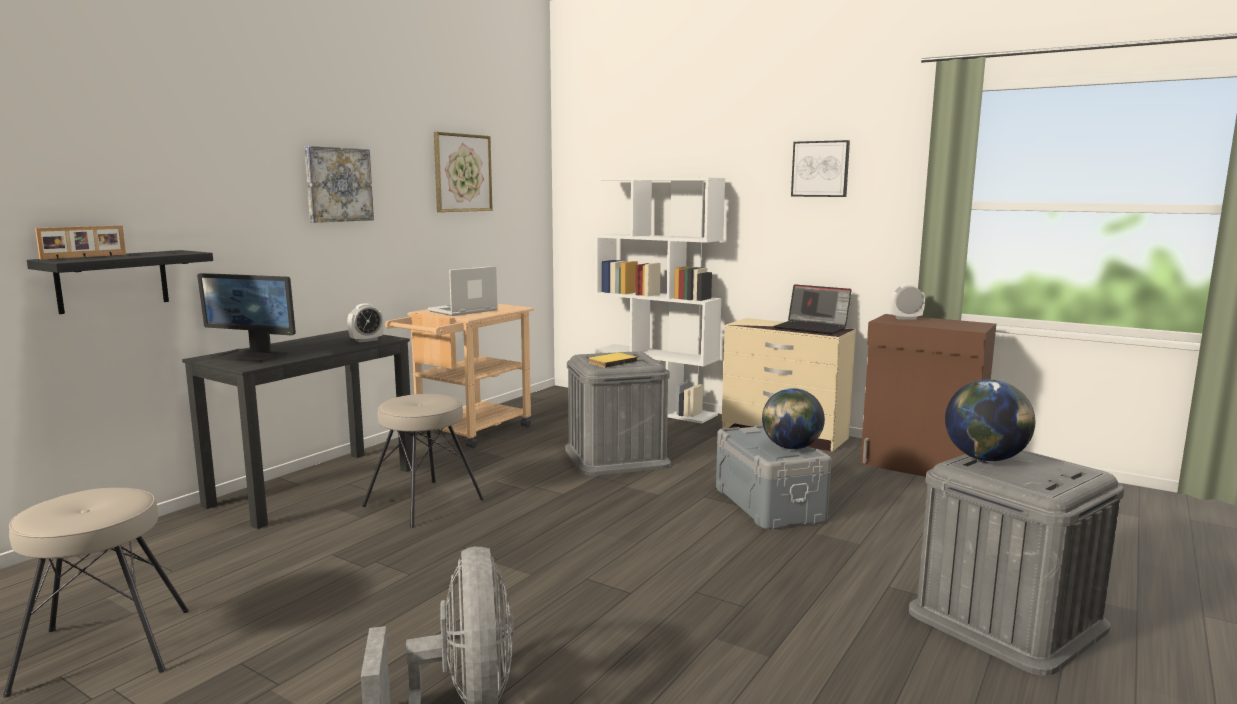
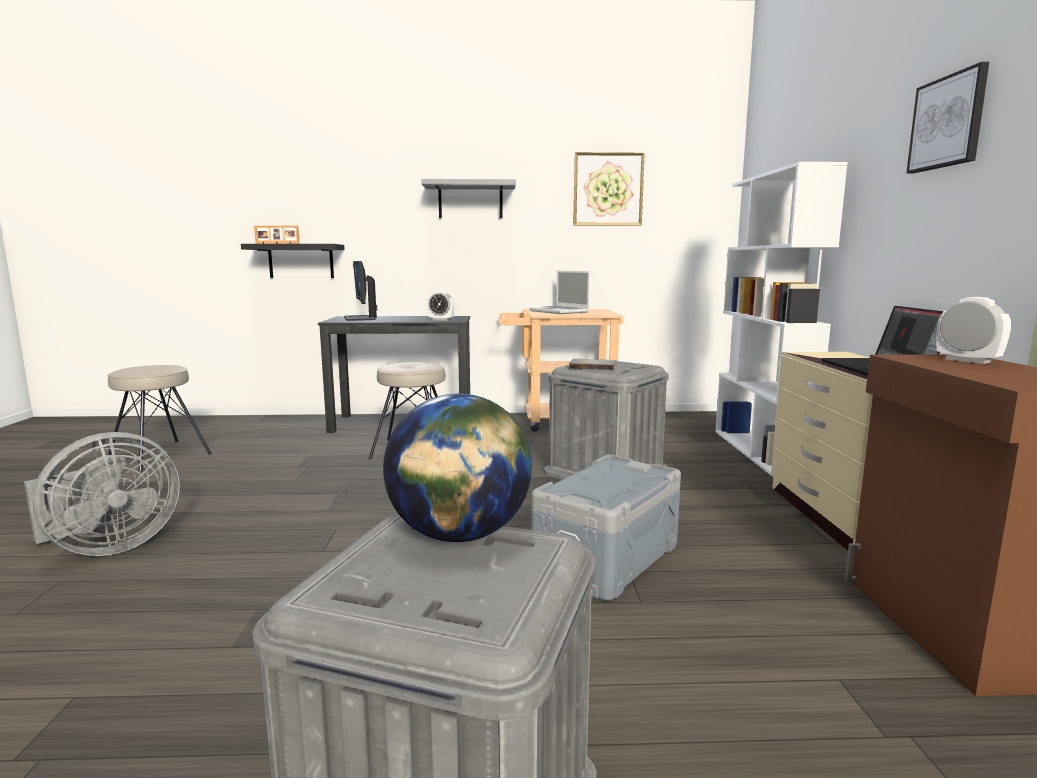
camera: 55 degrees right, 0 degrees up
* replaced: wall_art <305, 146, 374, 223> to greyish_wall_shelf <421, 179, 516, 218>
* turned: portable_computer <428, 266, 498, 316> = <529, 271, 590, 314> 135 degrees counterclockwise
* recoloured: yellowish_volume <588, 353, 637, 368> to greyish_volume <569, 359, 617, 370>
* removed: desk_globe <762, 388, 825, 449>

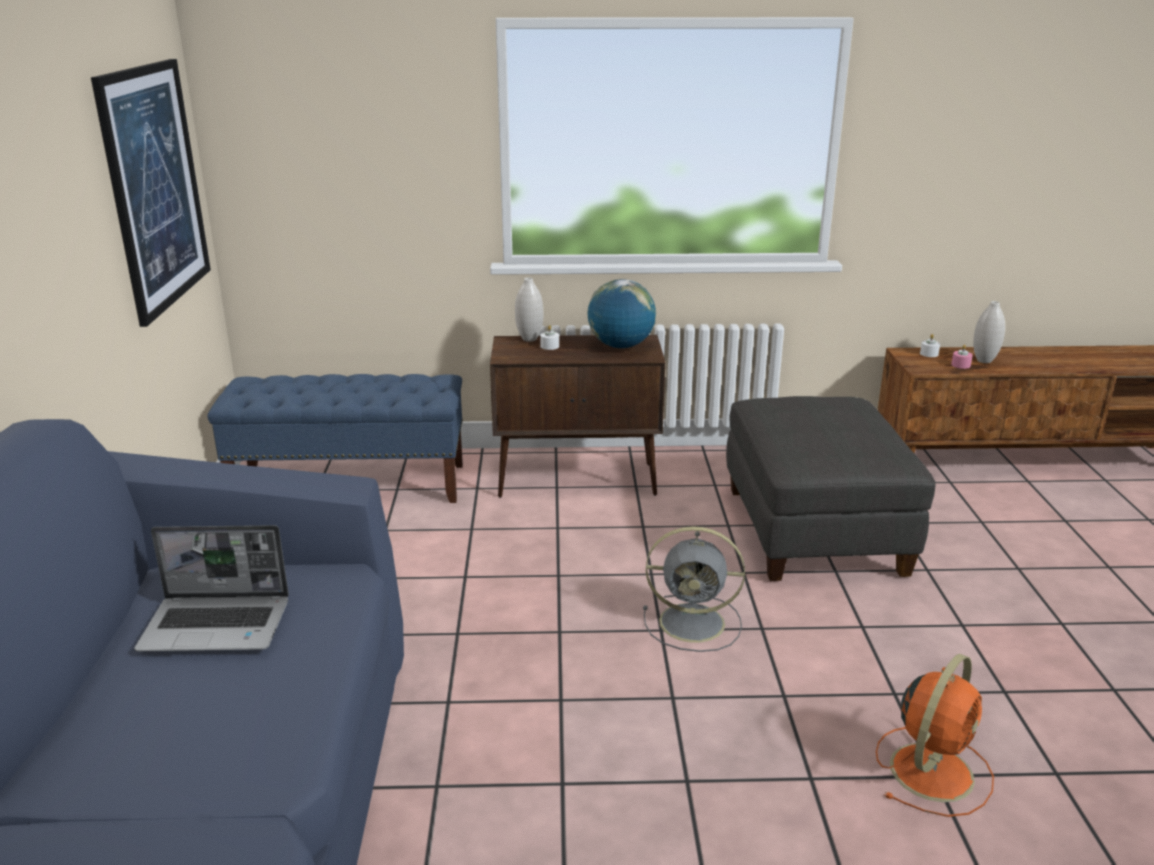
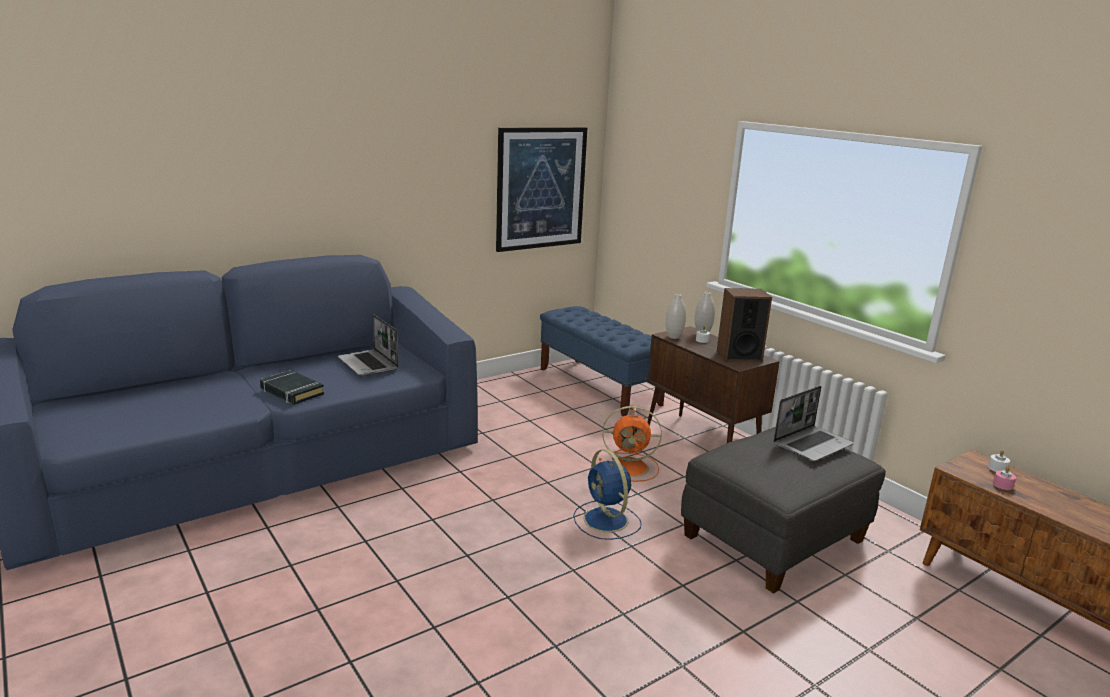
camera: 55 degrees right, 5 degrees down
* replaced: desk_globe <587, 279, 656, 348> to audio_speaker <717, 288, 772, 362>
* recoloured: greyish_fan <643, 526, 745, 652> to blue_fan <573, 449, 642, 540>
* moved: orange_fan <876, 654, 994, 817> to <599, 406, 662, 482>
* moved: white-coloured_decorative_vase <973, 301, 1005, 363> to <665, 294, 686, 339>
* added: blackish_volume <260, 370, 324, 405>
* added: portable_computer <773, 386, 854, 461>

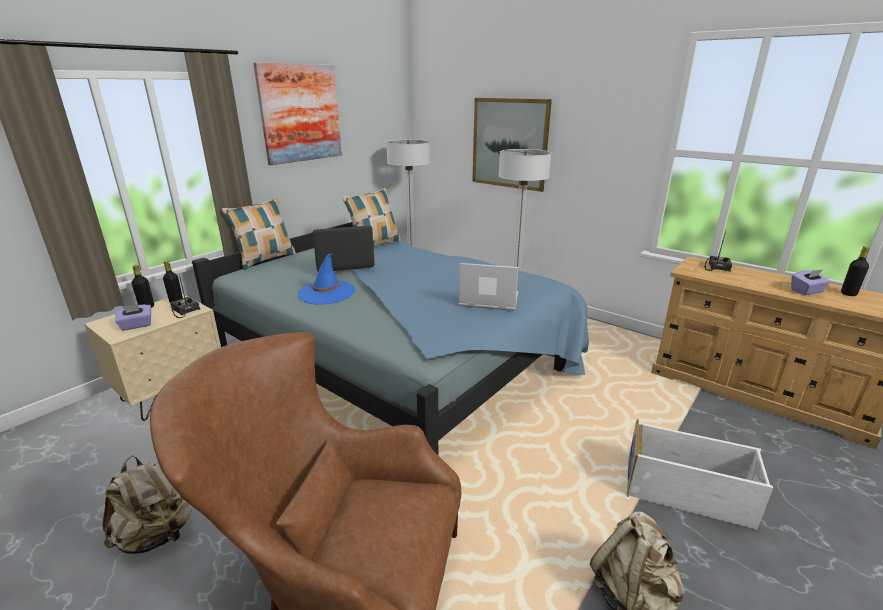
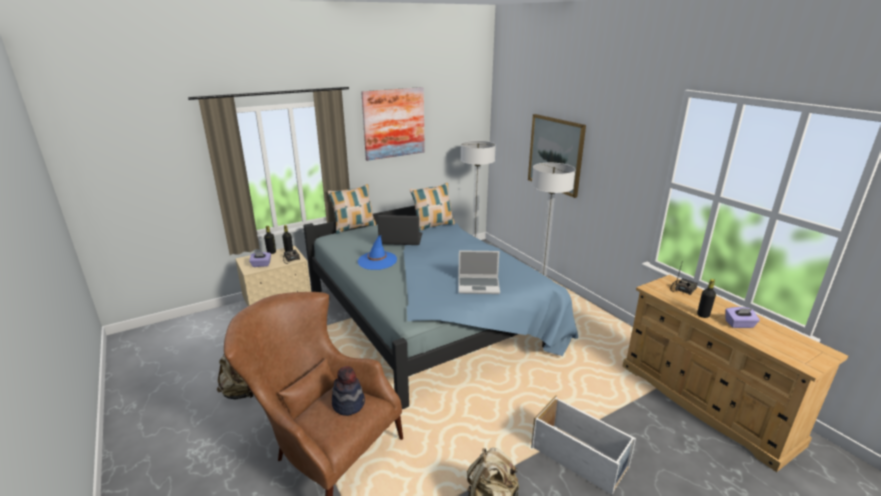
camera: 20 degrees right, 0 degrees up
* turned: portable_computer <459, 263, 518, 311> = <458, 250, 500, 294> 150 degrees clockwise
* moved: blackish_drink_bottle <841, 246, 870, 296> to <697, 279, 716, 318>
* added: hat <332, 366, 365, 416>

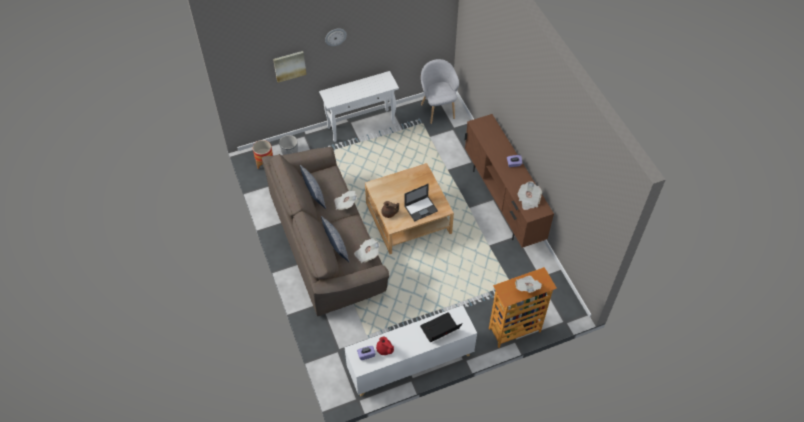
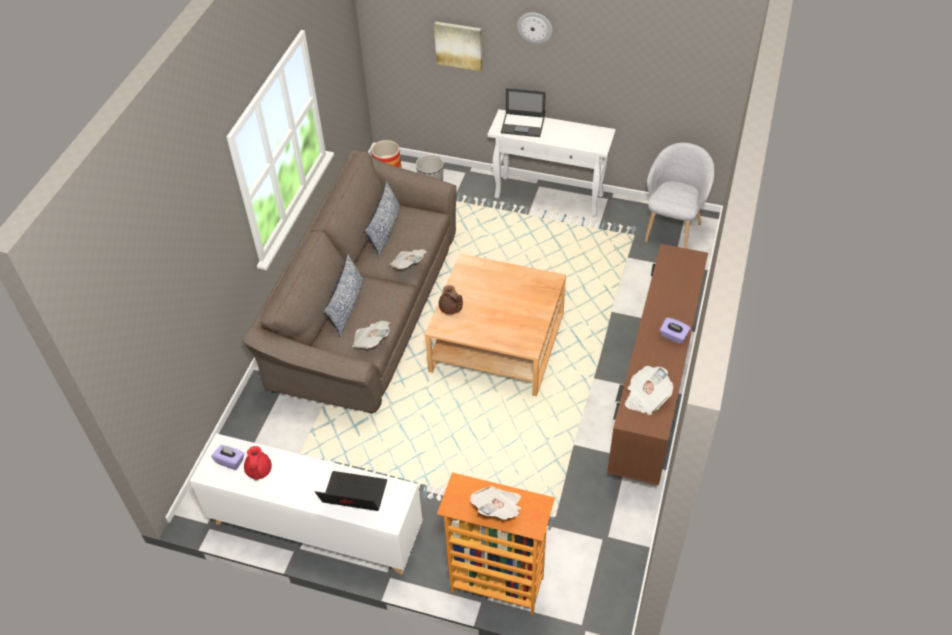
camera: 40 degrees right, 5 degrees down
* moved: portable_computer <404, 184, 438, 222> to <501, 88, 546, 137>

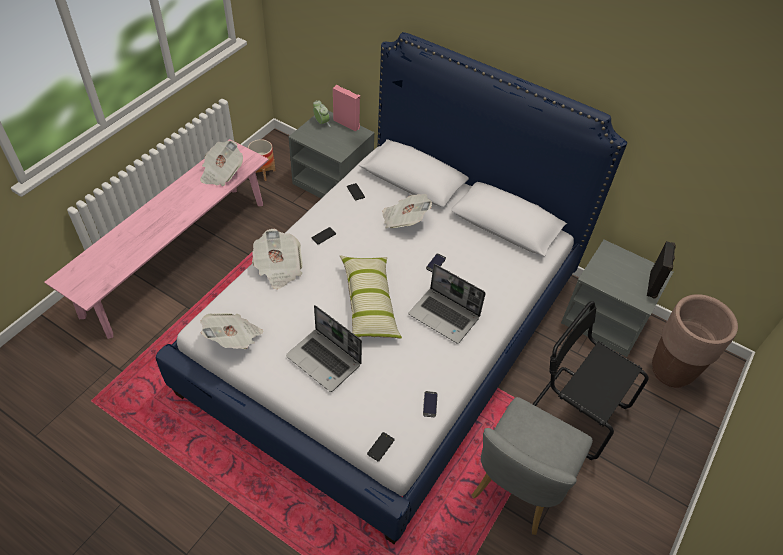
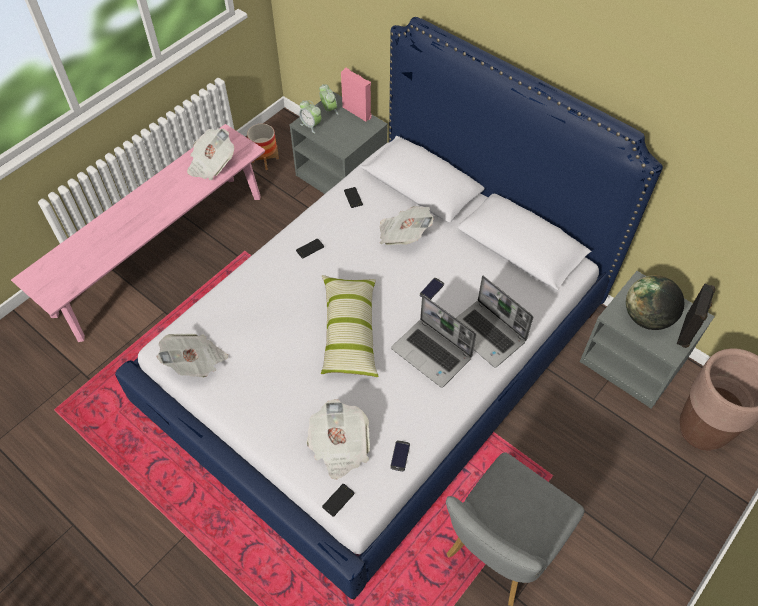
camera: 10 degrees right, 5 degrees up
* moved: newspaper <252, 229, 303, 290> to <307, 399, 370, 480>
* moved: portable_computer <286, 305, 362, 392> to <456, 276, 533, 368>
* removed: blackish_upright_chair <533, 301, 649, 460>
* added: alarm_clock <299, 100, 321, 133>
* added: desk_globe <626, 275, 684, 330>

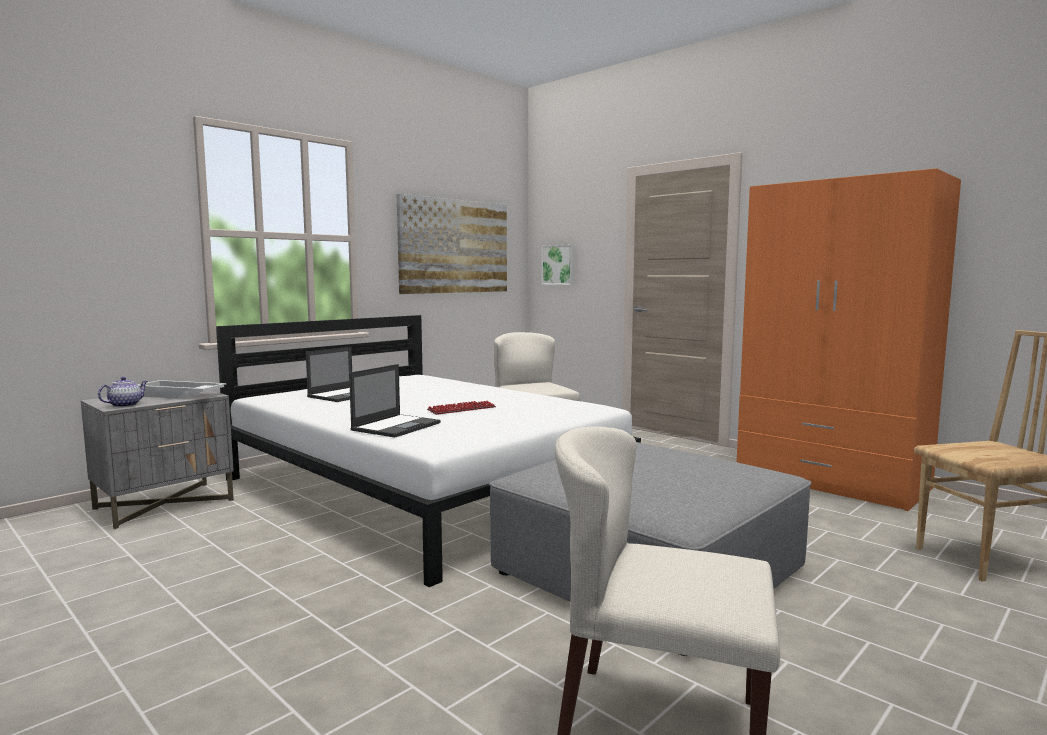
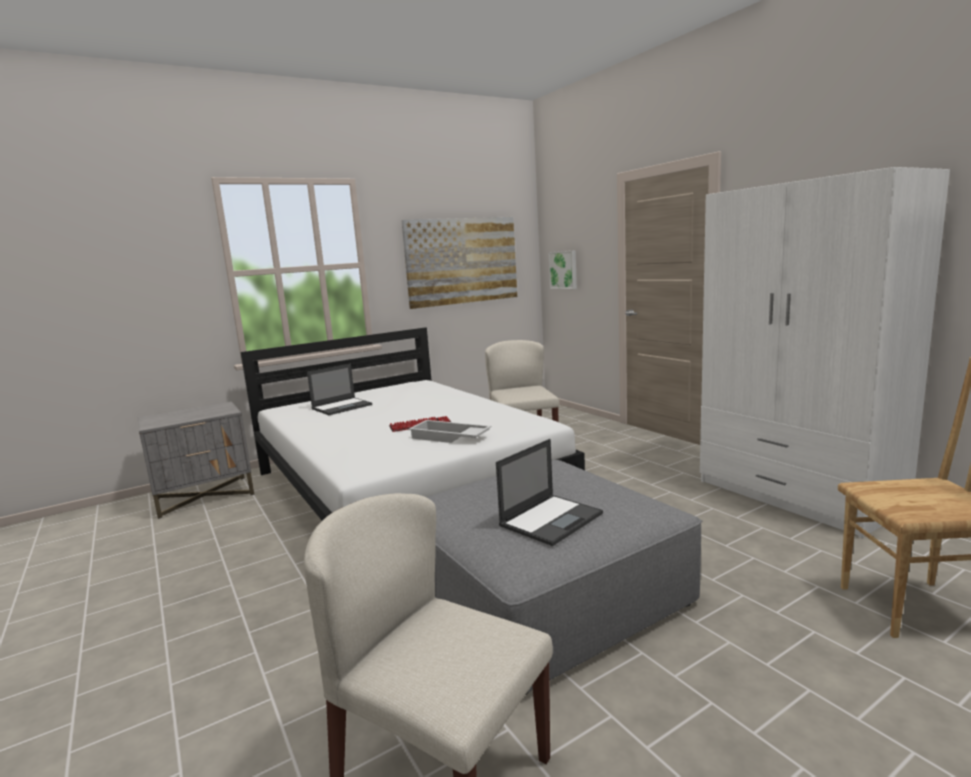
camera: 15 degrees right, 5 degrees up
* removed: tea_pot <98, 377, 148, 407>
* moved: white-coloured_serving_tray <138, 380, 227, 399> to <409, 420, 491, 443>
* moved: portable_computer <349, 364, 441, 438> to <496, 439, 603, 546>
* recoloured: orange_clothes_cupboard <737, 168, 961, 511> to white-coloured_clothes_cupboard <700, 167, 950, 538>

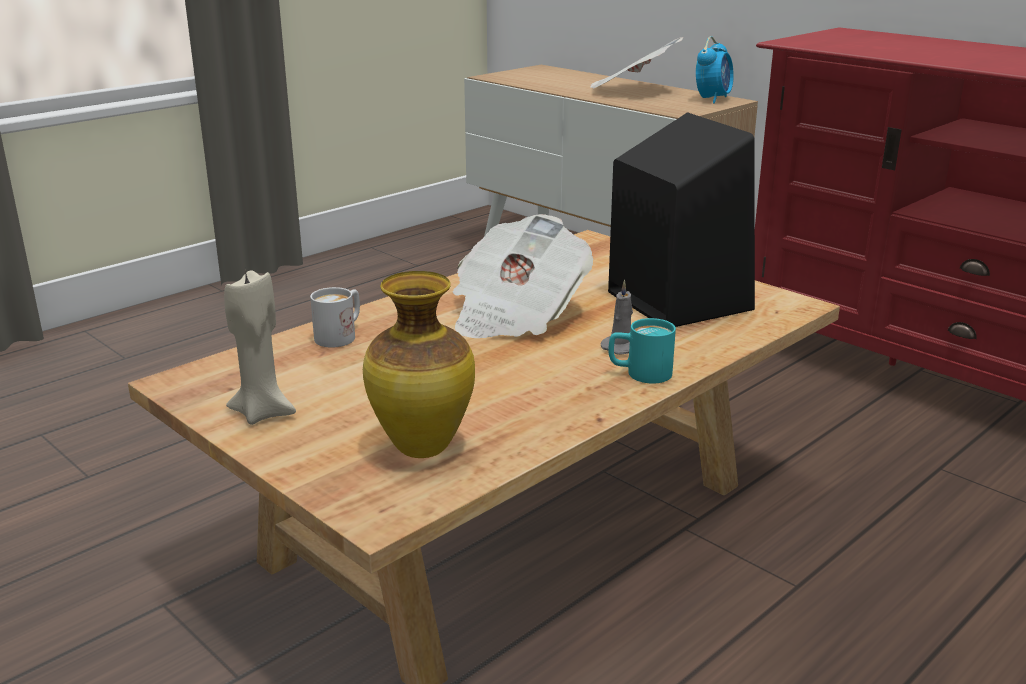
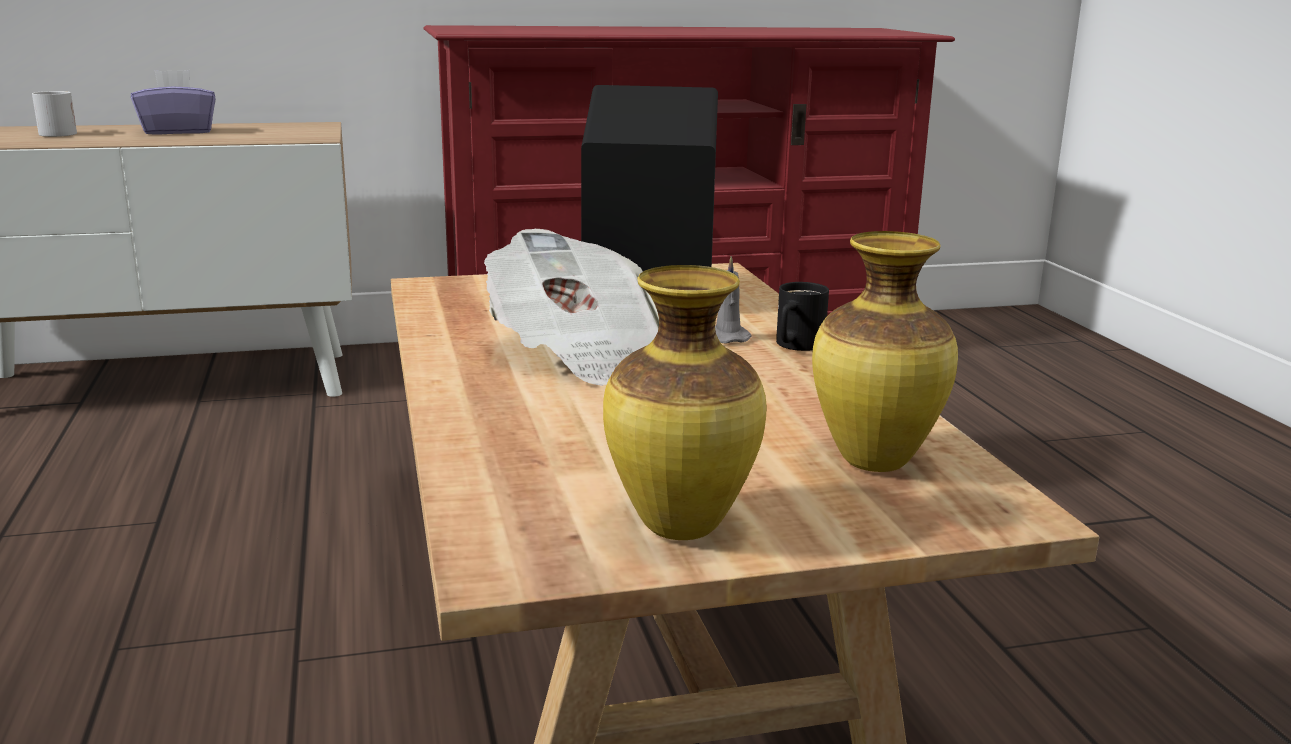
camera: 60 degrees left, 5 degrees down
* replaced: beige_wax_candle <224, 269, 296, 425> to decorative_vase <603, 265, 767, 540>
* moved: white-coloured_mug <310, 287, 360, 347> to <32, 91, 77, 137>
* replaced: newspaper <590, 37, 683, 89> to purple_box_of_tissues <131, 70, 216, 135>
* recoloured: turquoise_mug <608, 318, 676, 383> to blackish_mug <776, 282, 829, 351>
* removed: alarm_clock <696, 36, 734, 104>

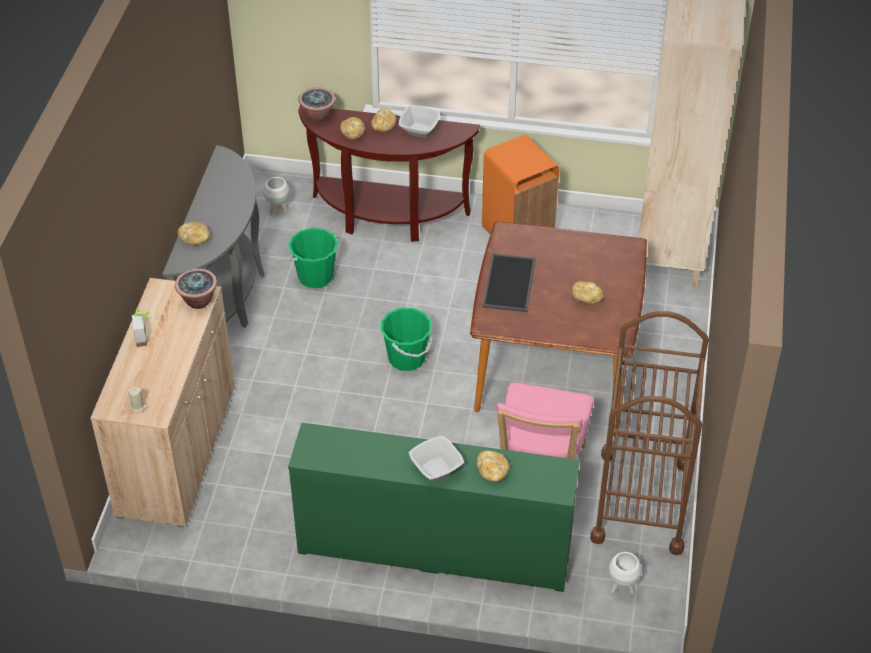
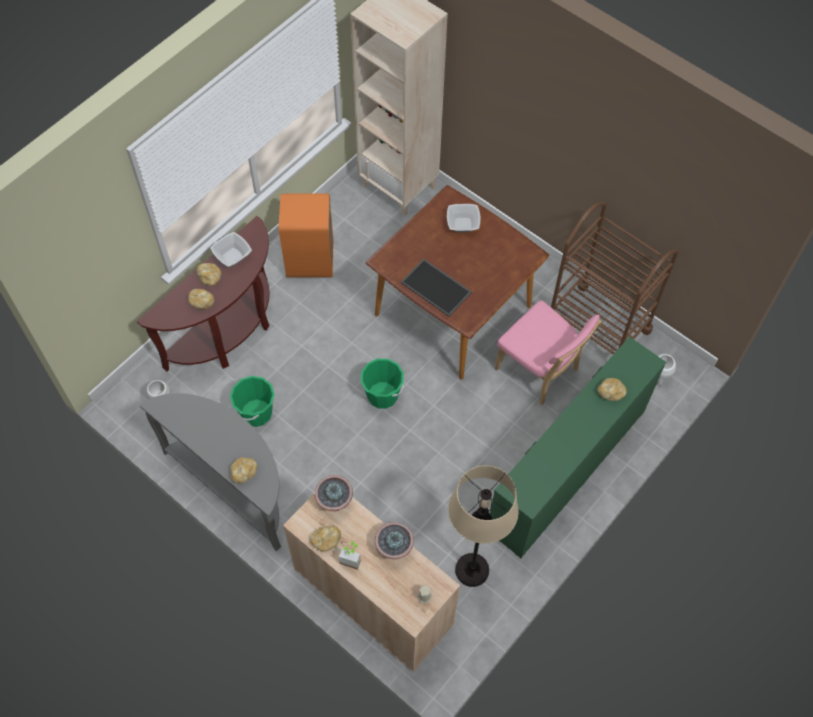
camera: 60 degrees left, 15 degrees up
* moved: potted_plant <299, 88, 335, 122> to <375, 522, 414, 559>
* moved: deep_dish <408, 436, 464, 481> to <447, 204, 481, 232>
* moved: bakery_bread <572, 281, 603, 304> to <310, 526, 341, 552>
* added: beige_floor_lamp <448, 465, 518, 587>

